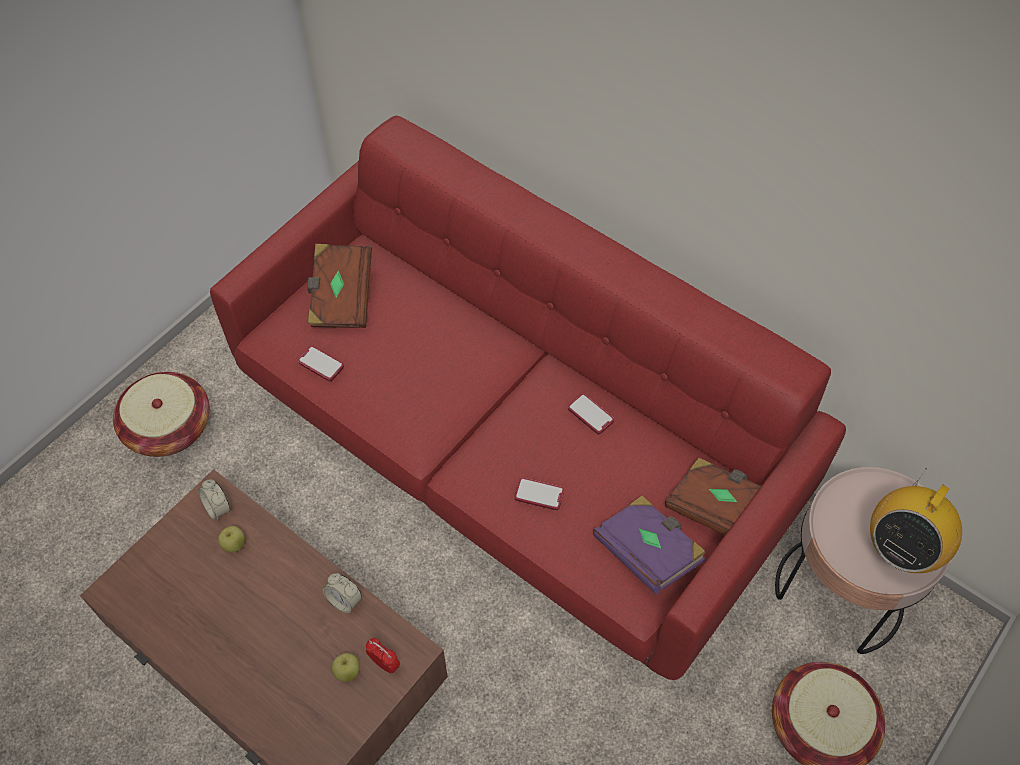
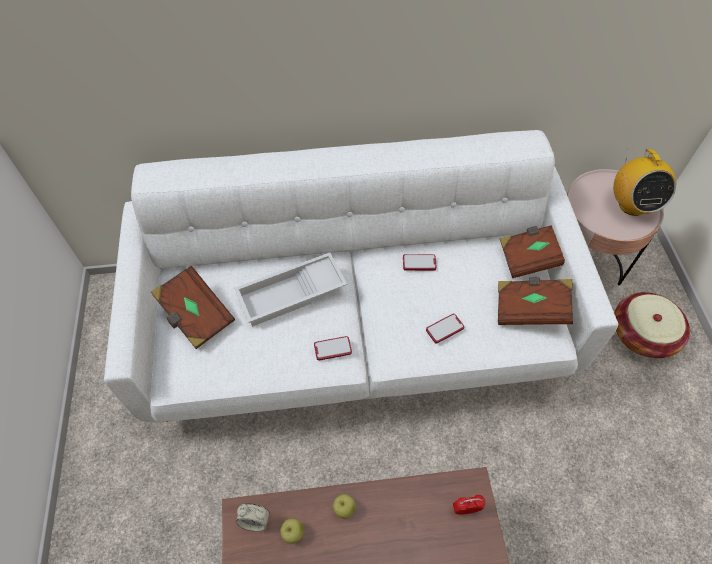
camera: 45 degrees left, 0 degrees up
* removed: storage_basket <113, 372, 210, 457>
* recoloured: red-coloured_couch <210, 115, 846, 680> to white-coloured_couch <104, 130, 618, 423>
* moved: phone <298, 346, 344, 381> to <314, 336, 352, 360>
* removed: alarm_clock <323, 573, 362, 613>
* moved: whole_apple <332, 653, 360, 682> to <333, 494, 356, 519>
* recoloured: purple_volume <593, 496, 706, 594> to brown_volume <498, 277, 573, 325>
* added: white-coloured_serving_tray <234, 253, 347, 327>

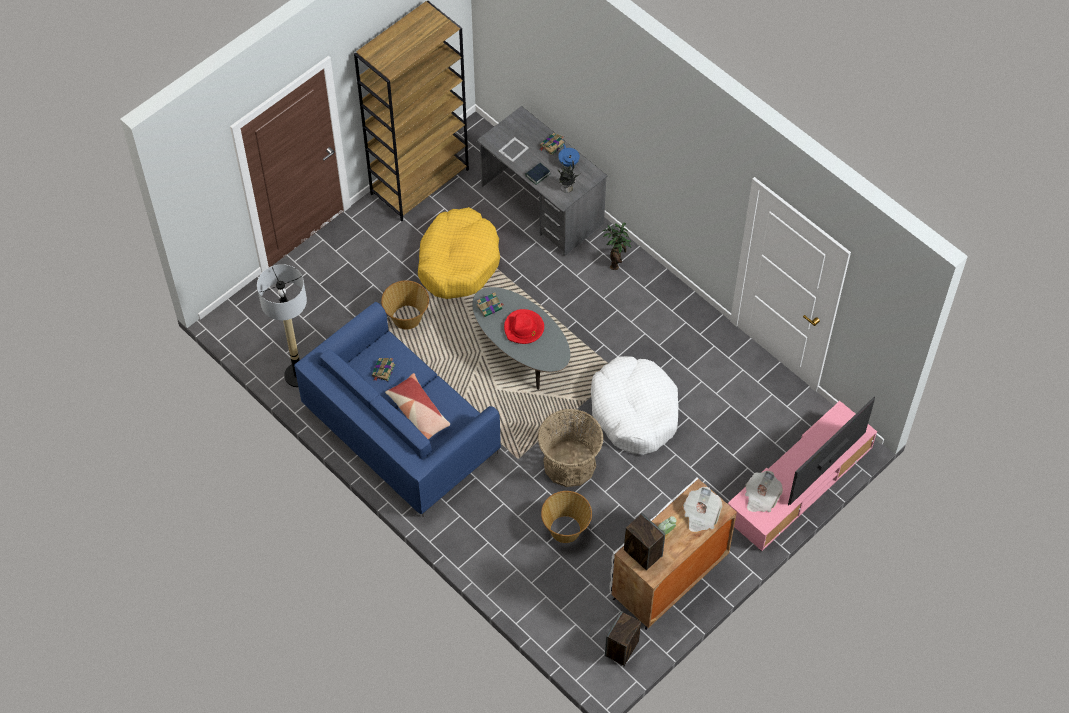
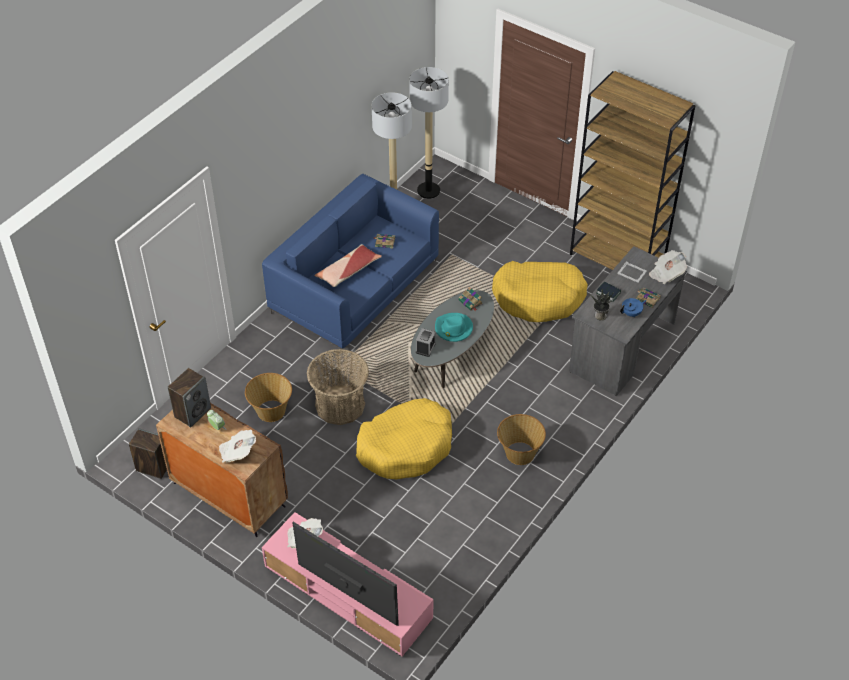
camera: 80 degrees right, 10 degrees down
* moved: storage_basket <381, 280, 429, 330> to <497, 414, 546, 465>
* recoloured: red-coloured_hat <504, 309, 544, 344> to turquoise_hat <435, 313, 473, 342>
* recoloured: white-coloured_dog_bed <591, 356, 678, 455> to yellowish_dog_bed <356, 398, 452, 479>
* removed: potted_plant <603, 223, 632, 270>
* recoloured: white-coloured_cabinet <609, 477, 737, 630> to brown_cabinet <156, 403, 288, 537>
* added: floor_lamp <409, 67, 449, 199>
* added: alarm_clock <416, 328, 436, 357>
* added: newspaper <649, 250, 687, 284>

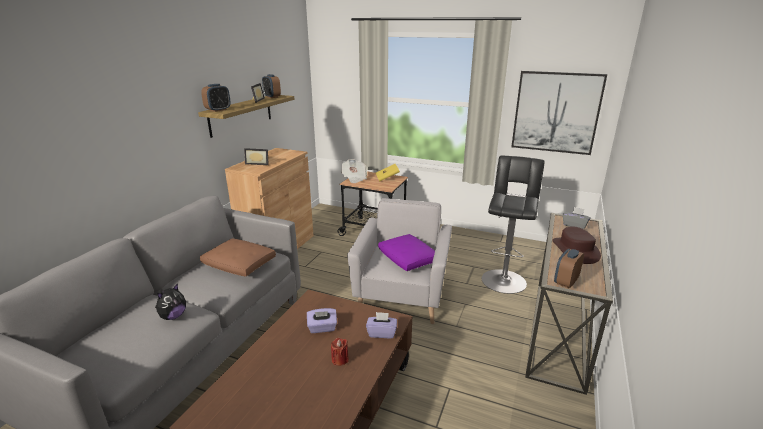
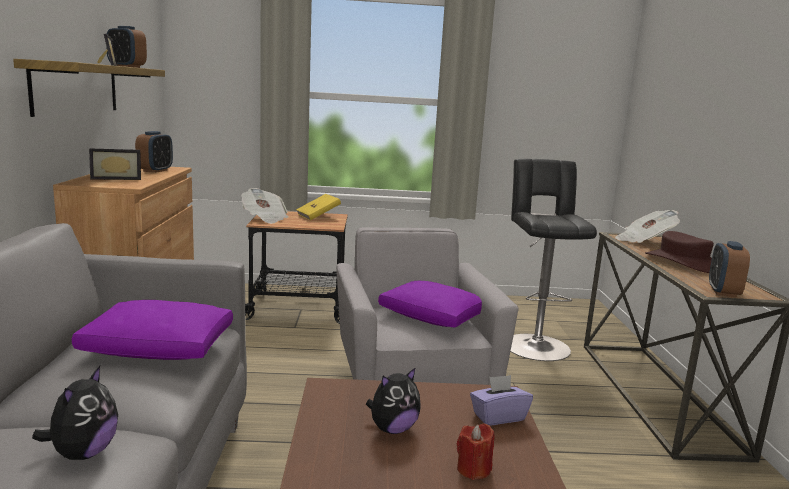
camera: 25 degrees left, 10 degrees down
* recoloured: brown_throw_pillow <200, 239, 276, 276> to purple_throw_pillow <72, 300, 233, 360>
* moved: alarm_clock <201, 84, 231, 112> to <135, 131, 173, 173>
* replaced: purple_box_of_tissues <307, 308, 337, 333> to plush_toy <366, 367, 421, 434>
* removed: wall_art <511, 71, 607, 155>
* replaced: greyish_box_of_tissues <563, 207, 591, 229> to newspaper <615, 210, 680, 243>

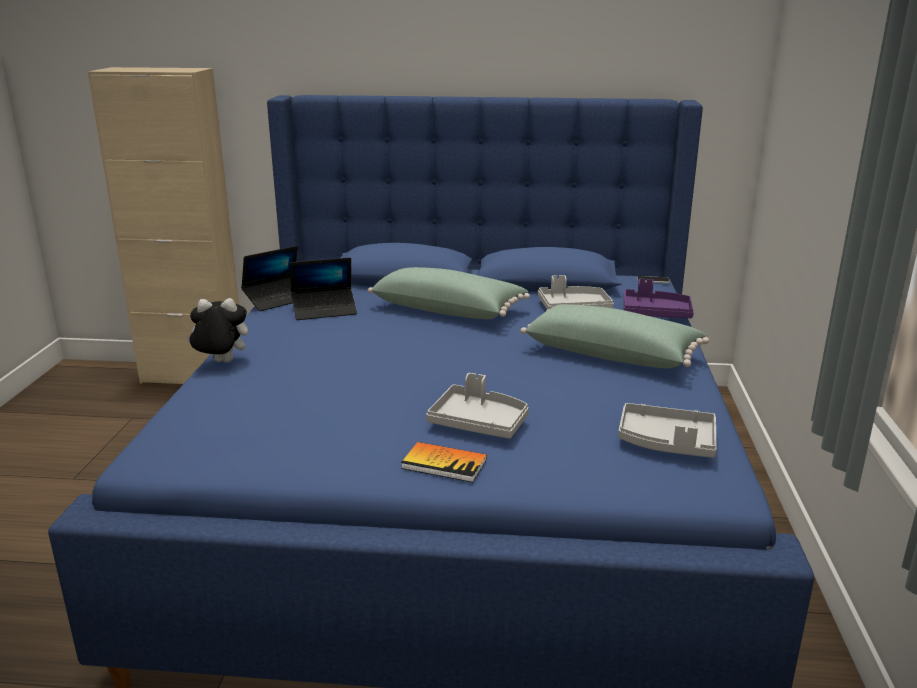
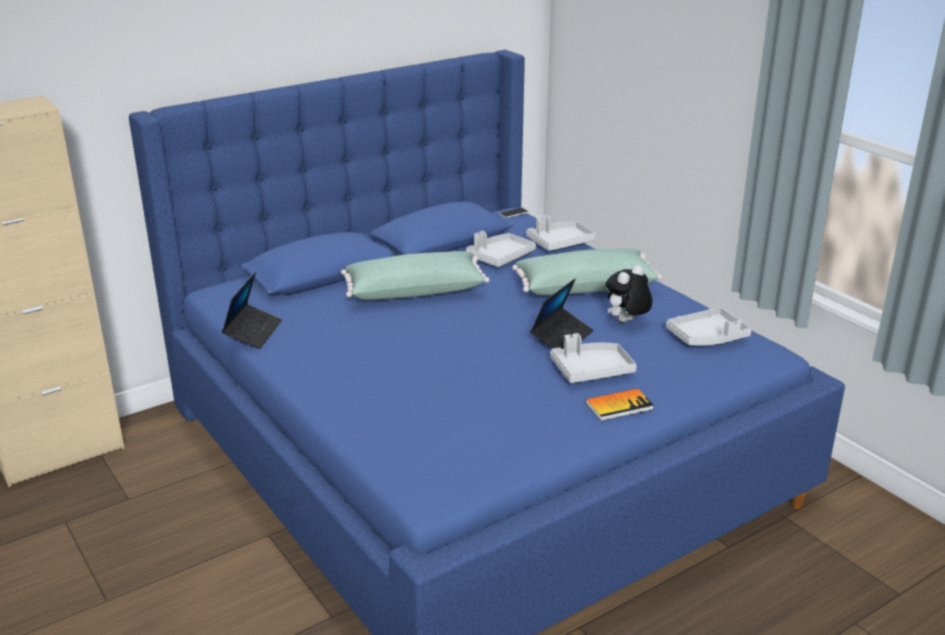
camera: 40 degrees left, 5 degrees up
* moved: plush_toy <185, 298, 248, 363> to <606, 265, 652, 322>
* moved: portable_computer <290, 258, 357, 320> to <530, 278, 593, 349>
* recoloured: purple_serving_tray <624, 279, 694, 318> to greyish_serving_tray <526, 215, 596, 251>

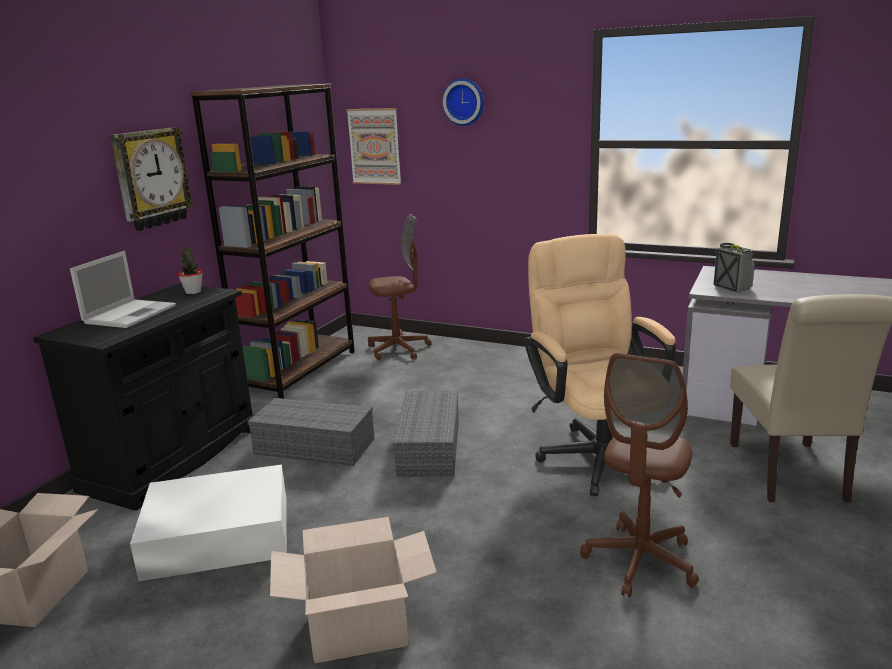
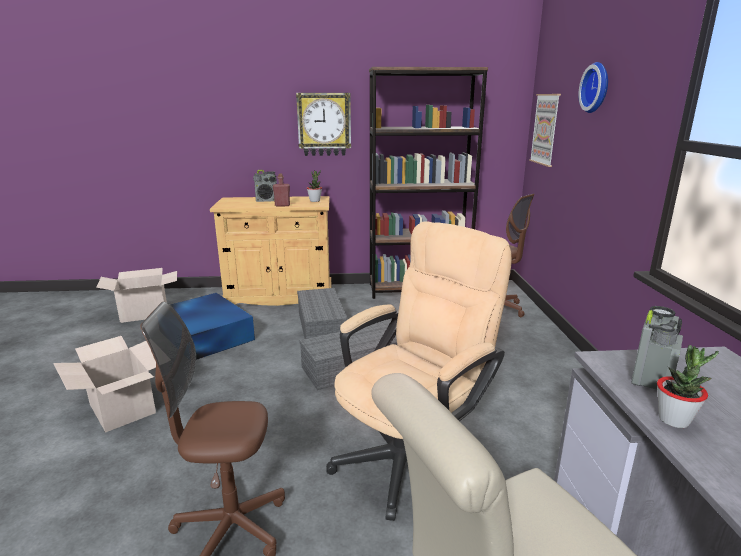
camera: 60 degrees right, 0 degrees up
* recoloured: blackish_cabinet <33, 283, 255, 511> to beige_cabinet <210, 196, 331, 306>
* replaced: portable_computer <70, 251, 176, 328> to radio_set <253, 170, 277, 202>
* recoloured: white-coloured_storage_box <130, 464, 287, 581> to blue_storage_box <170, 293, 255, 360>
* added: red-coloured_drink_bottle <273, 174, 290, 207>
* added: potted_plant <657, 345, 719, 428>

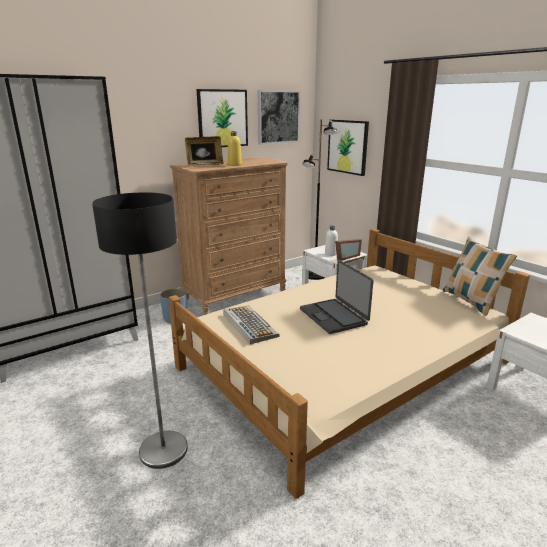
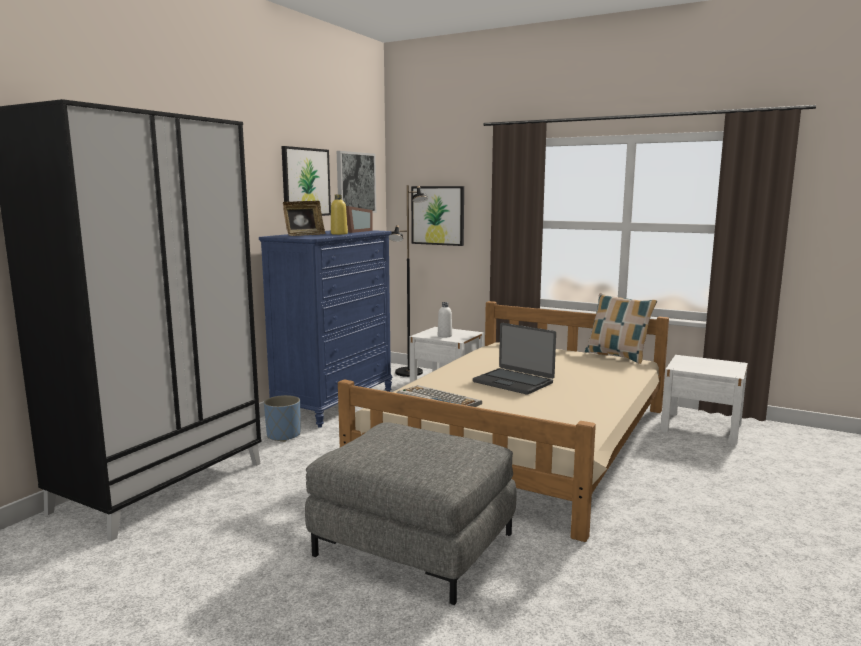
camera: 25 degrees left, 10 degrees down
* replaced: floor_lamp <92, 192, 188, 469> to greyish_footrest <305, 422, 517, 605>
* recoloured: brown_dresser <170, 157, 288, 315> to blue_dresser <259, 230, 392, 428>
* moved: photo_frame <335, 239, 362, 261> to <346, 206, 373, 233>

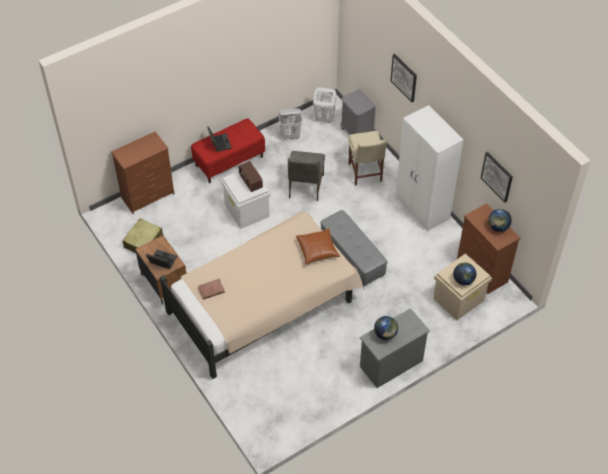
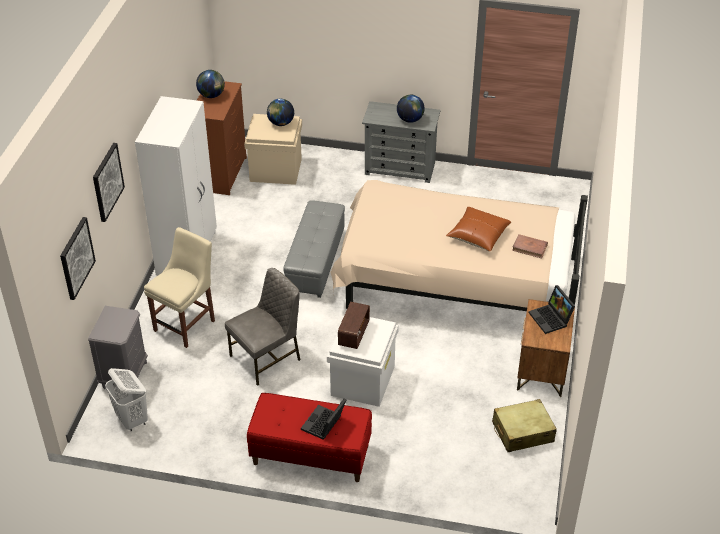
camera: 135 degrees left, 10 degrees down
* removed: brown_dresser <111, 132, 174, 214>
* removed: white-coloured_laundry_basket <278, 109, 302, 140>
* moved: brown_throw_pillow <296, 228, 340, 265> to <446, 207, 511, 252>
* moved: wall_art <481, 152, 513, 202> to <60, 217, 96, 300>

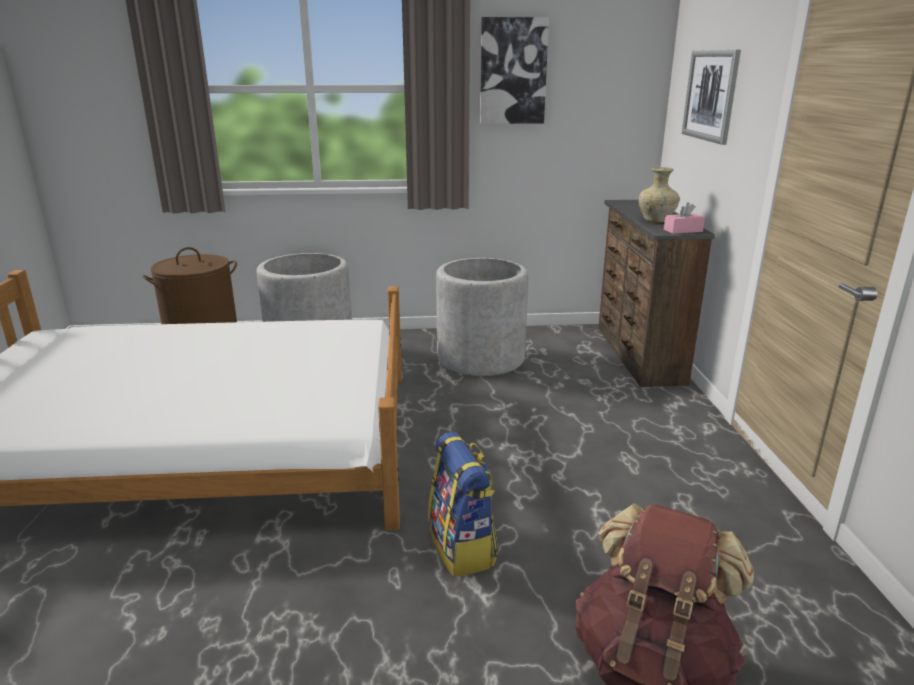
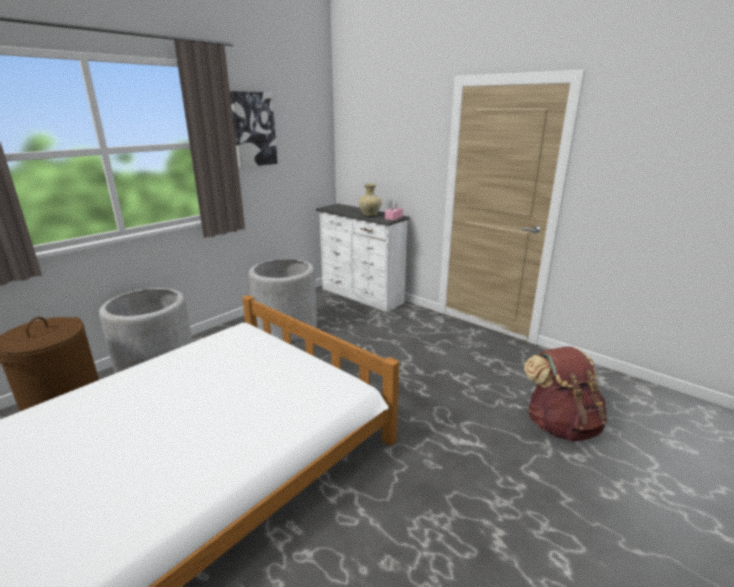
camera: 45 degrees left, 0 degrees up
* removed: rucksack <428, 432, 498, 577>
* recoloured: brown_dresser <598, 200, 715, 387> to white-coloured_dresser <316, 204, 410, 312>
* removed: wall_art <682, 50, 741, 145>

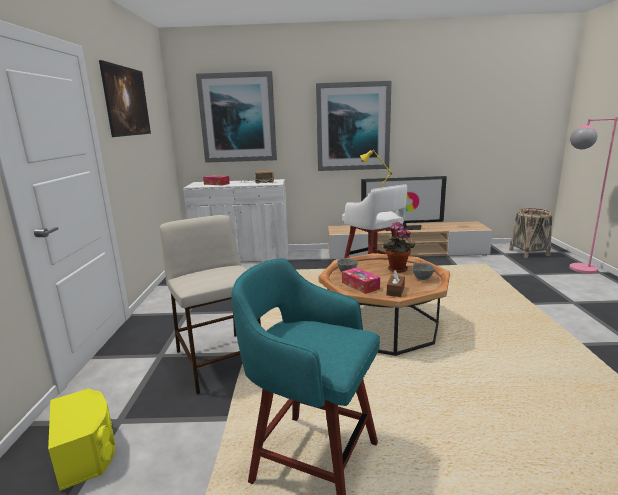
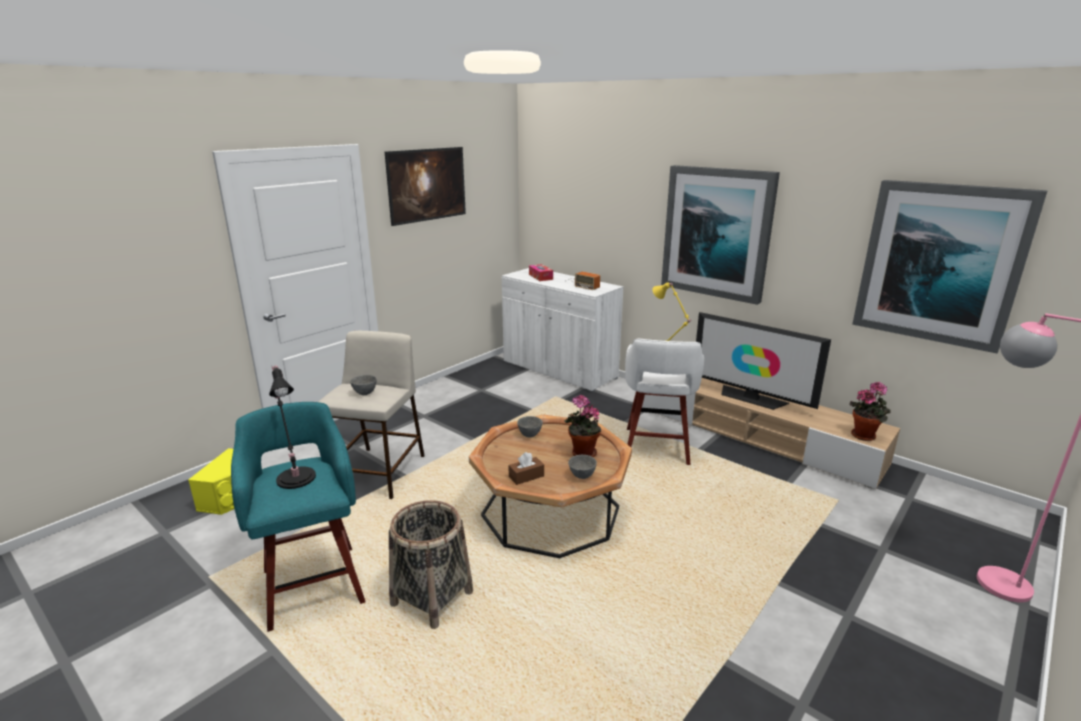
camera: 40 degrees right, 5 degrees up
* moved: wall_art <196, 71, 277, 163> to <852, 180, 1047, 353>
* removed: box_of_tissues <342, 268, 380, 294>
* moved: storage_basket <509, 208, 552, 258> to <389, 500, 473, 629>
* added: blackish_table_lamp <269, 366, 316, 489>
* added: greyish_deep_dish <350, 375, 377, 395>
* added: potted_plant <850, 382, 891, 441>

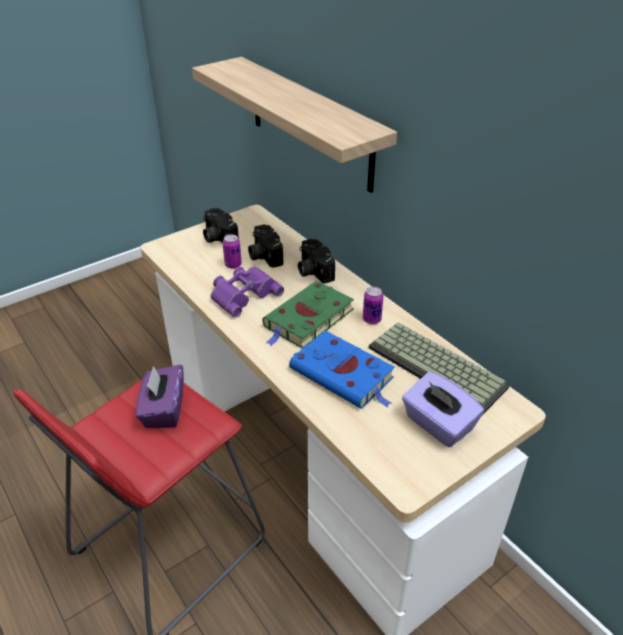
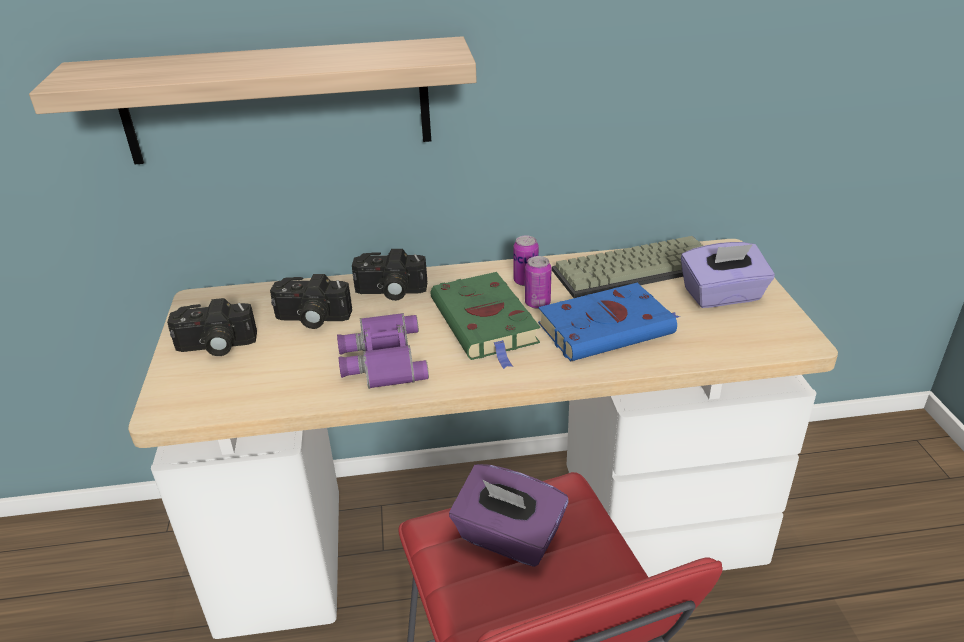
camera: 60 degrees left, 5 degrees down
* moved: can <222, 234, 242, 269> to <525, 256, 552, 309>

